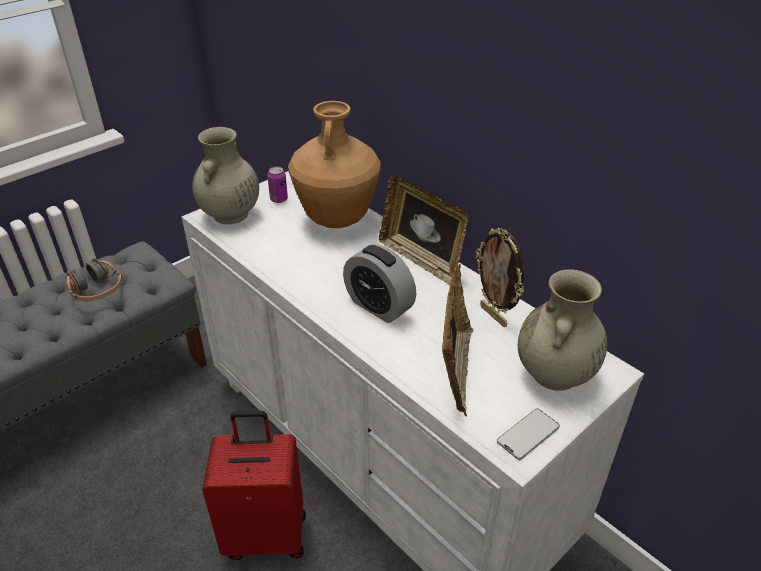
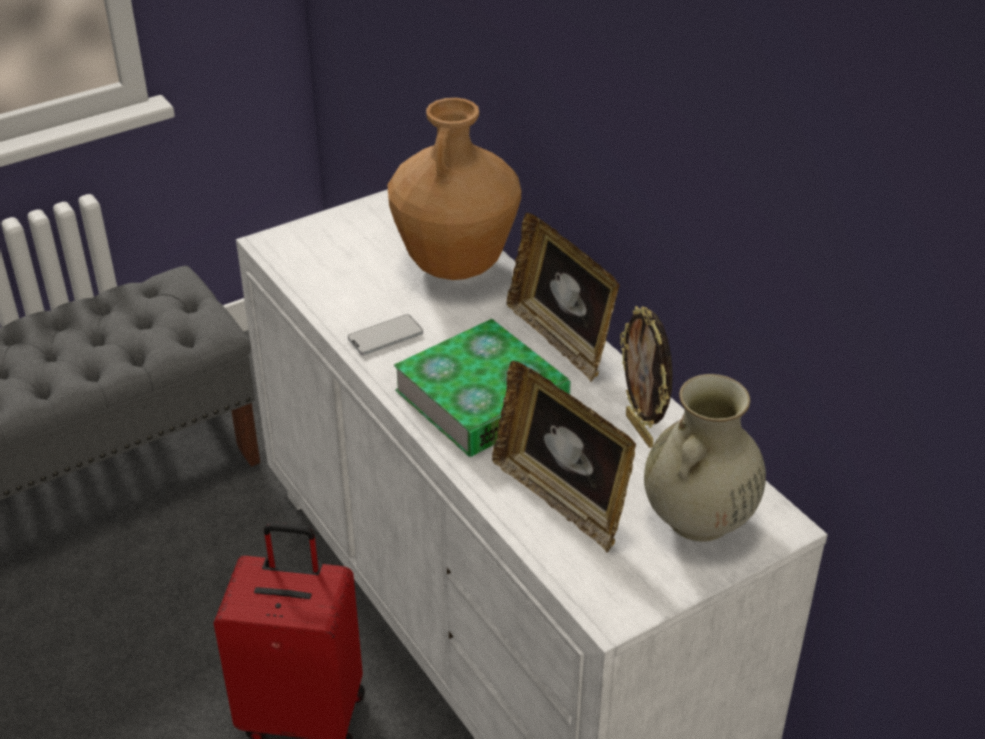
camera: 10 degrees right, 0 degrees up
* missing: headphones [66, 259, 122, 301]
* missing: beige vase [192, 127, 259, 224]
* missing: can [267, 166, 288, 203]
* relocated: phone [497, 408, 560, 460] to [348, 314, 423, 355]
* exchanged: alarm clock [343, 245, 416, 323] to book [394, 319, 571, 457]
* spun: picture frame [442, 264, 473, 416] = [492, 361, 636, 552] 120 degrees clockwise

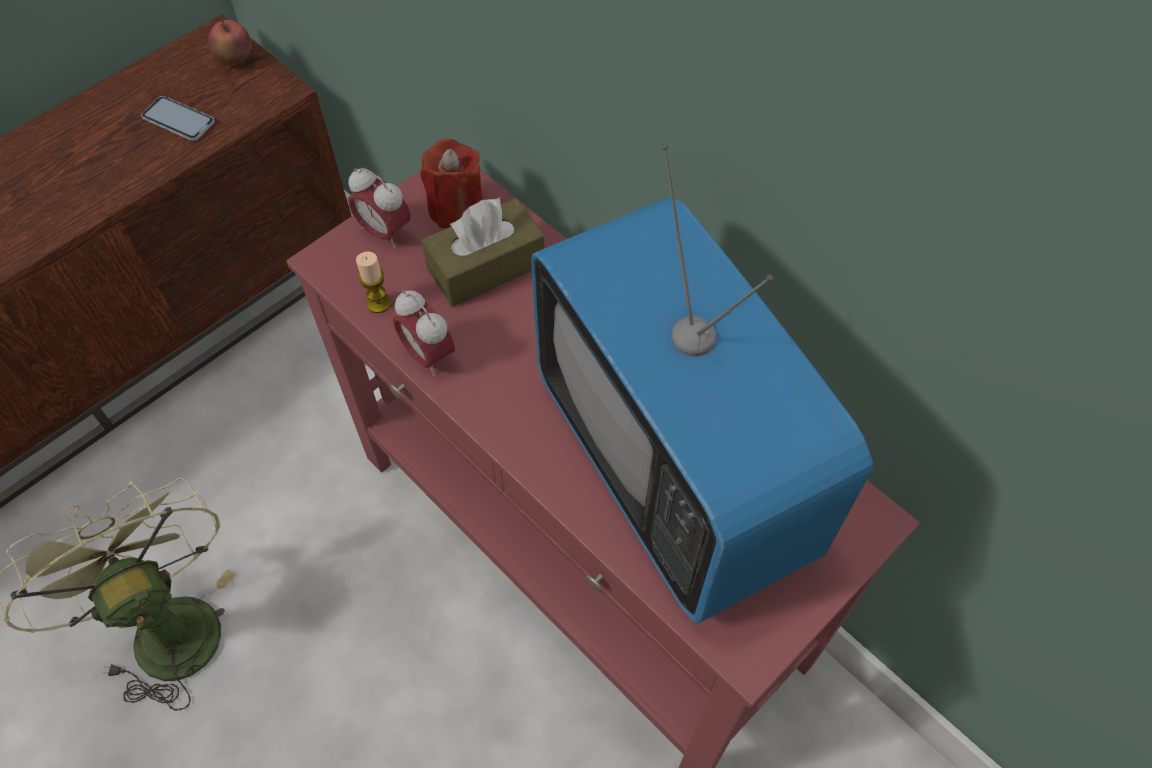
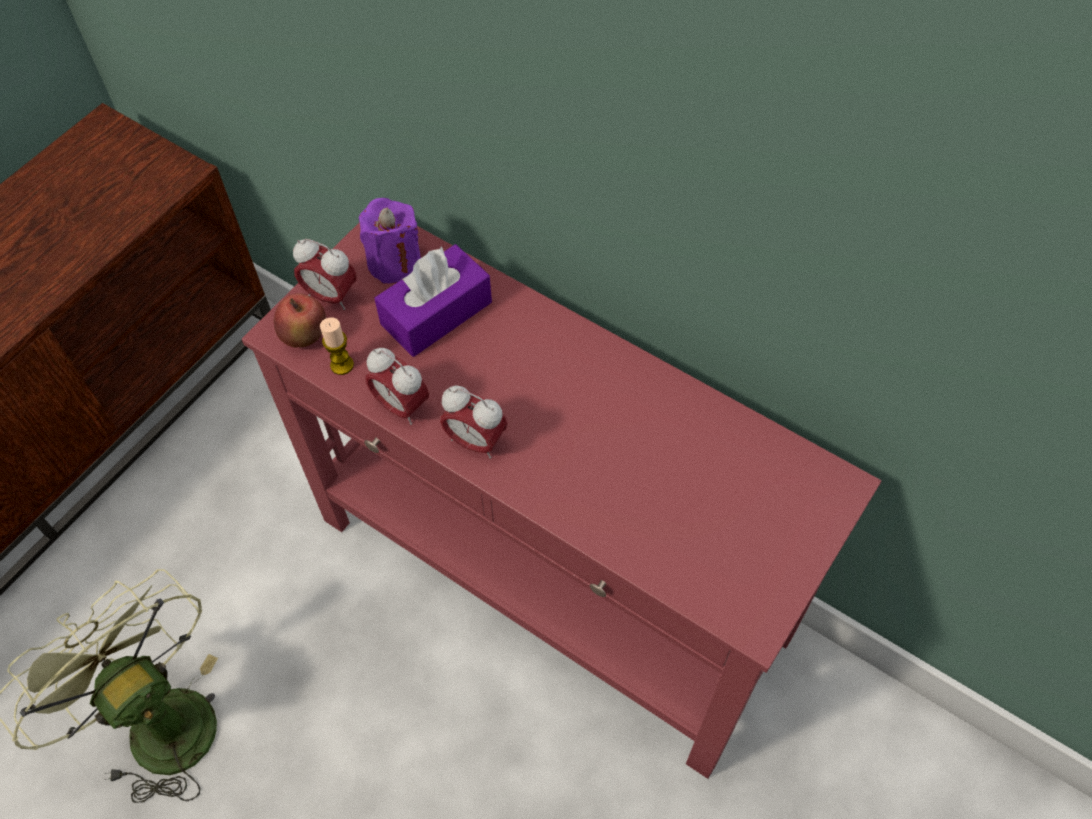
camera: 10 degrees left, 0 degrees up
* missing: phone [141, 96, 215, 141]
* missing: television [531, 145, 873, 623]
* appeared: alarm clock [440, 386, 507, 459]
* relocated: apple [208, 20, 251, 66] to [274, 293, 326, 347]
* colour: red candle [420, 139, 483, 229] to purple candle [359, 198, 421, 284]
* colour: brown tissue box [421, 197, 545, 307] to purple tissue box [374, 244, 492, 357]

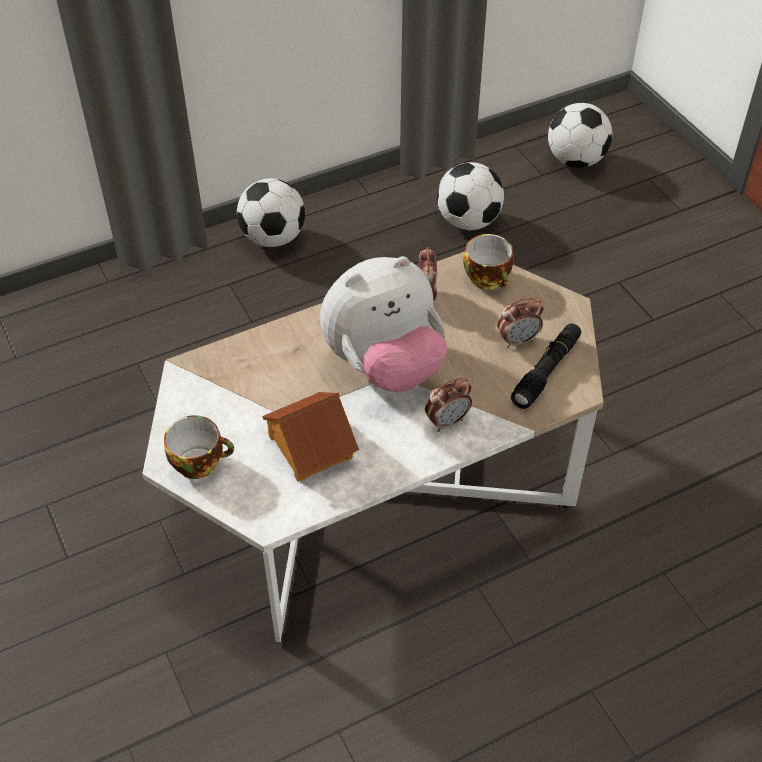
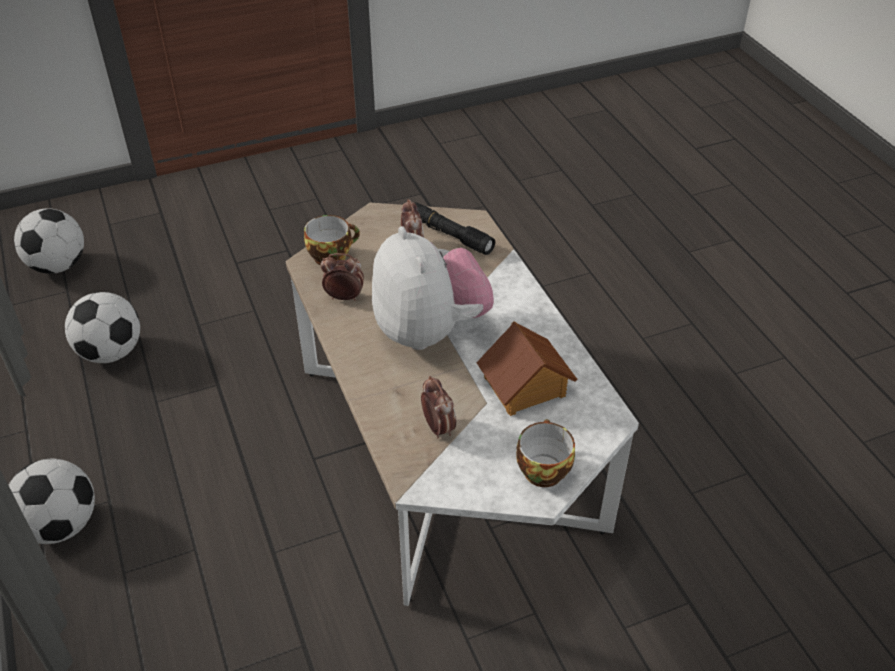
camera: 85 degrees left, 5 degrees down
* relocated: alarm clock [425, 377, 472, 432] to [421, 376, 456, 438]

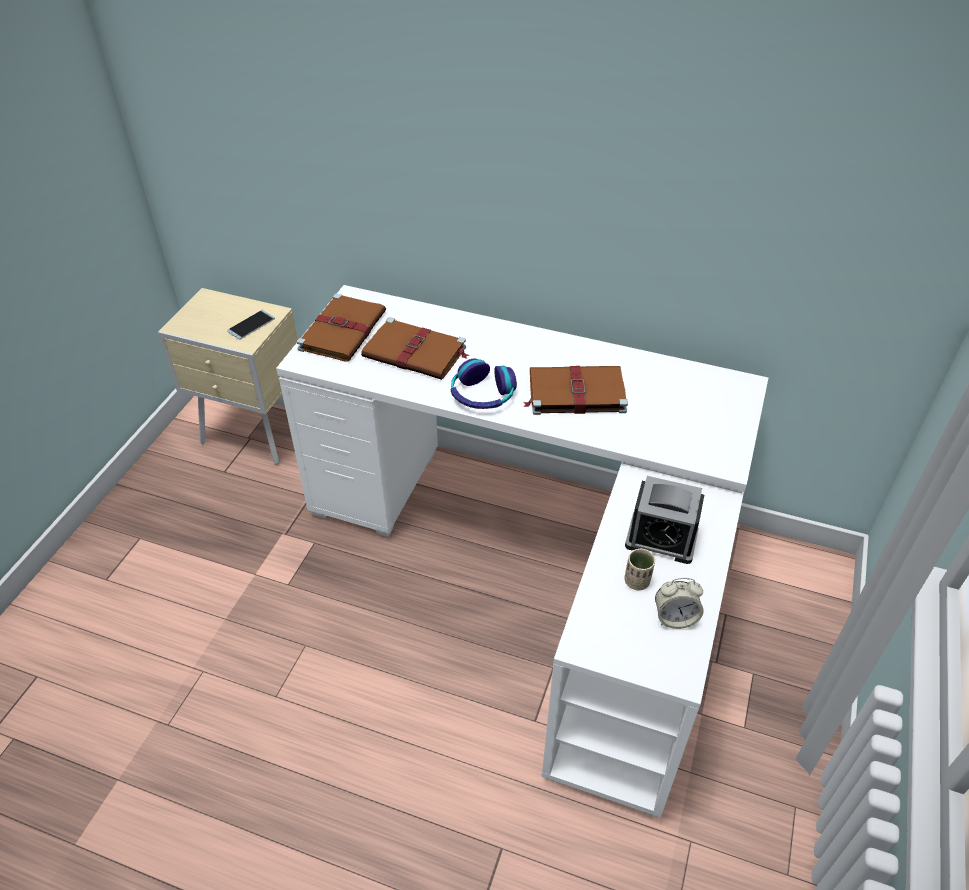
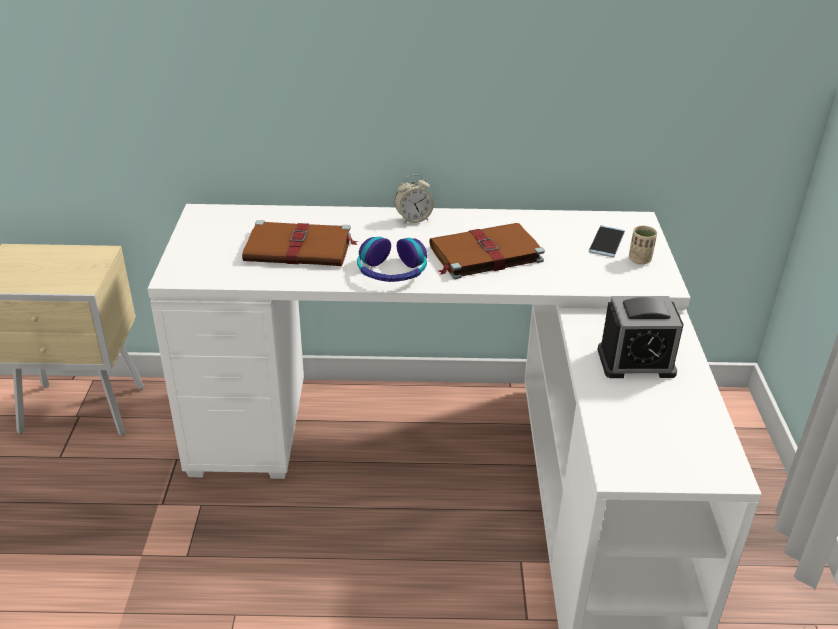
camera: 20 degrees left, 10 degrees down
* missing: brown book [296, 294, 386, 362]
* relocated: phone [227, 310, 275, 339] to [589, 225, 625, 257]
* relocated: beige cup [624, 549, 655, 590] to [629, 225, 657, 265]
* relocated: alarm clock [655, 578, 704, 629] to [395, 174, 434, 224]

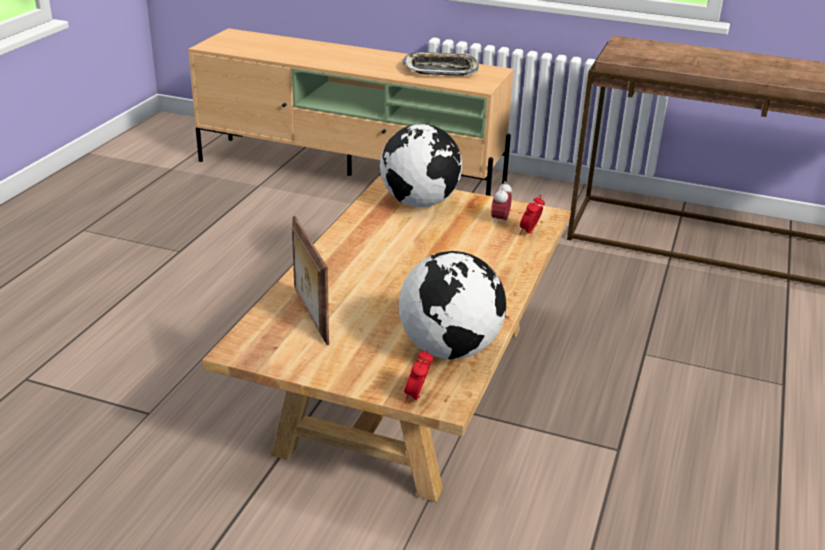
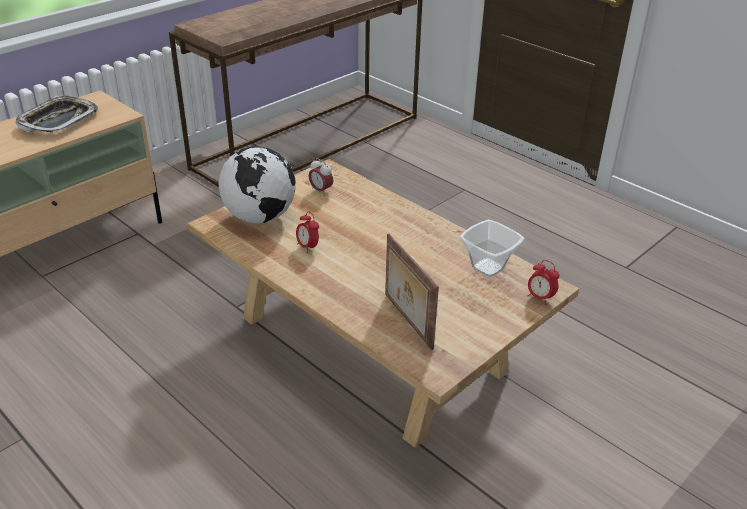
camera: 65 degrees left, 5 degrees up
* relocated: alarm clock [520, 194, 545, 235] to [296, 211, 319, 253]
* exchanged: globe [399, 251, 506, 359] to bowl [459, 219, 525, 277]
* spun: picture frame [292, 216, 329, 345] = [385, 234, 439, 350] 60 degrees clockwise

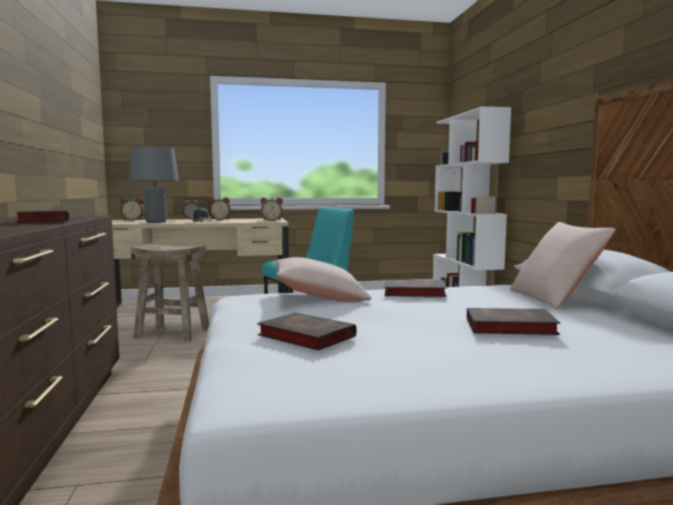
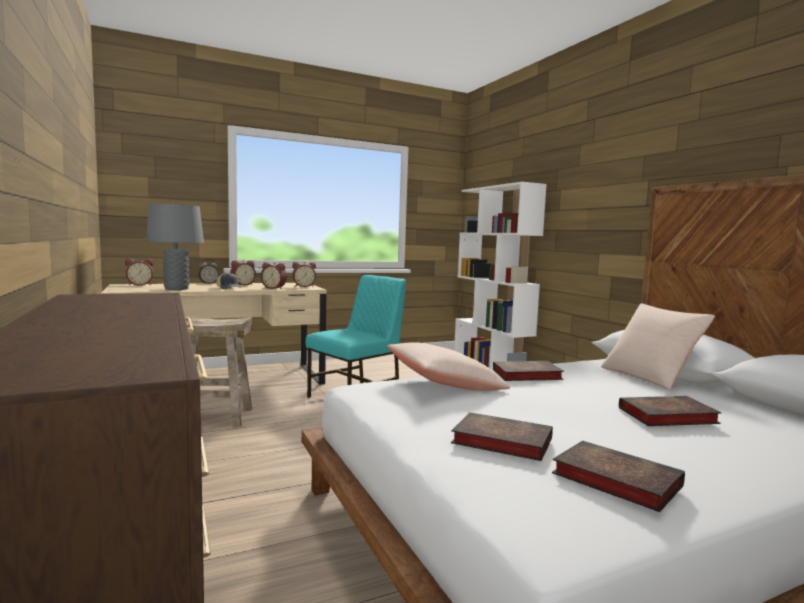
camera: 15 degrees left, 0 degrees up
* appeared: alarm clock [261, 262, 287, 289]
* relocated: book [16, 210, 69, 223] to [552, 441, 685, 512]

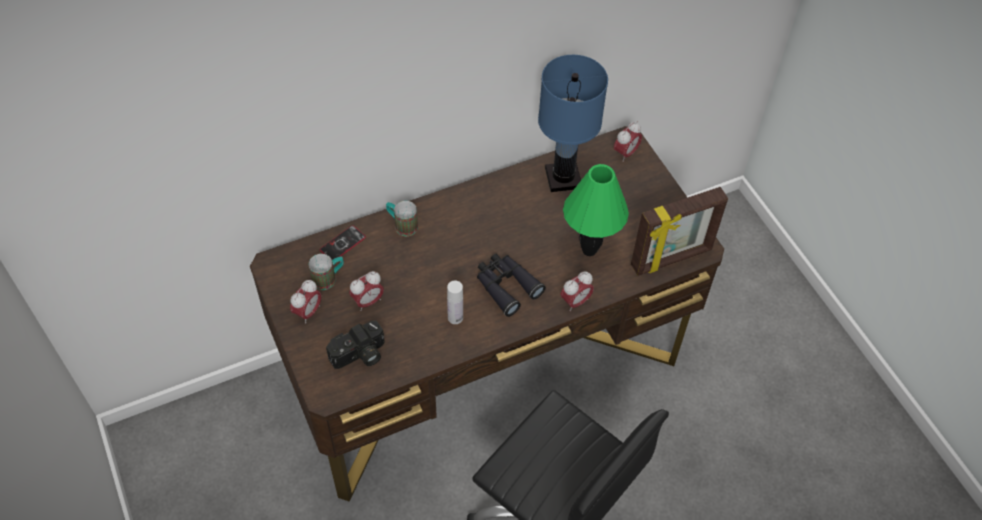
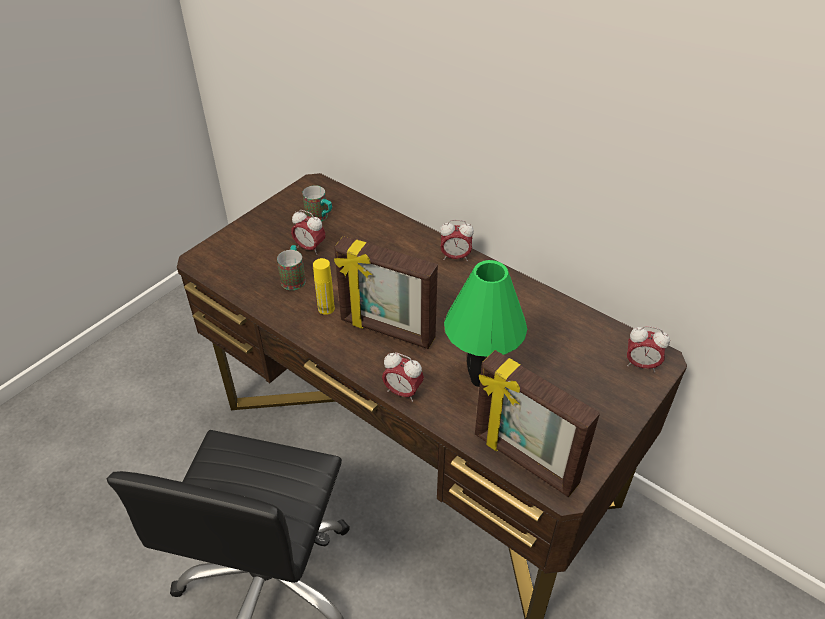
camera: 65 degrees right, 10 degrees down
* missing: phone [320, 225, 366, 260]
* missing: photo camera [326, 320, 385, 369]
* missing: blue table lamp [538, 55, 608, 192]
* relocated: alarm clock [290, 280, 321, 323] to [440, 220, 474, 261]
* relocated: mug [386, 201, 418, 236] to [277, 245, 305, 290]
* exchanged: black binoculars [477, 254, 546, 317] to picture frame [334, 236, 438, 349]
* colour: white bottle [447, 281, 463, 324] to yellow bottle [313, 258, 335, 315]

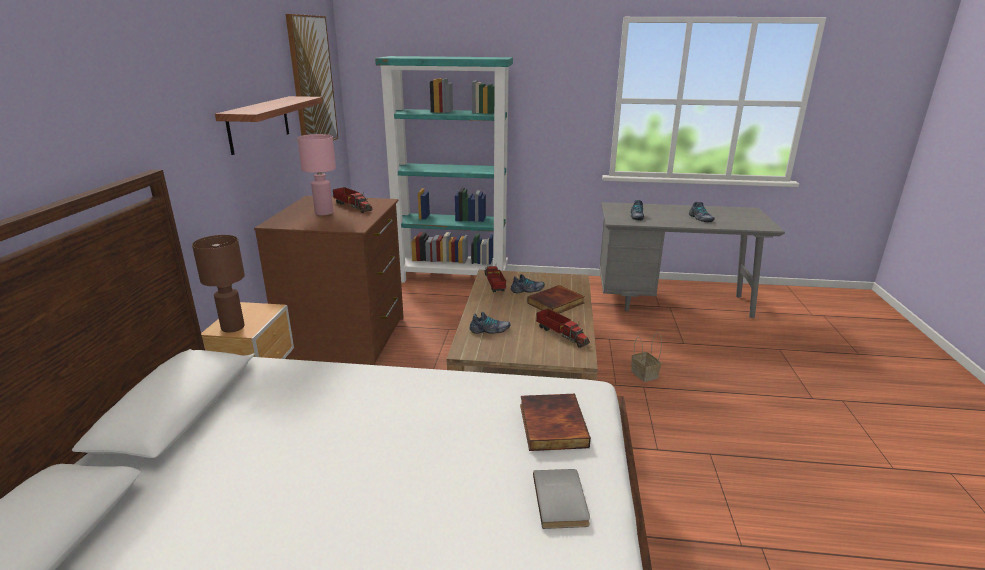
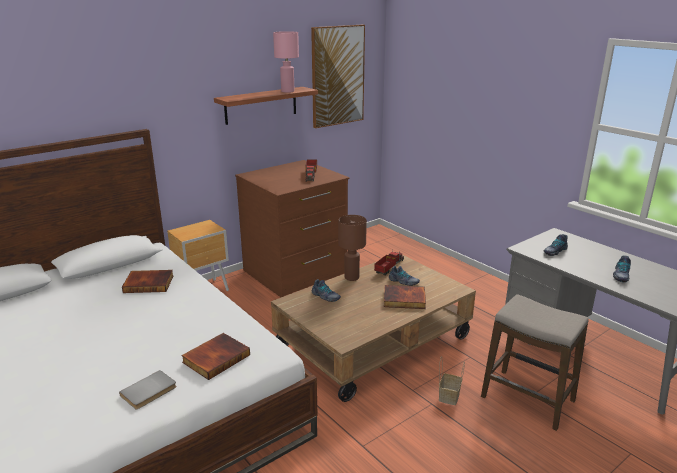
camera: 45 degrees right, 0 degrees up
* missing: turquoise bookcase [375, 56, 513, 283]
* missing: toy truck [536, 308, 590, 348]
* appeared: book [122, 270, 174, 293]
* appeared: stool [481, 294, 589, 431]
* relocated: brown table lamp [192, 235, 245, 333] to [338, 215, 367, 281]
* relocated: pink table lamp [297, 134, 336, 215] to [273, 31, 299, 93]

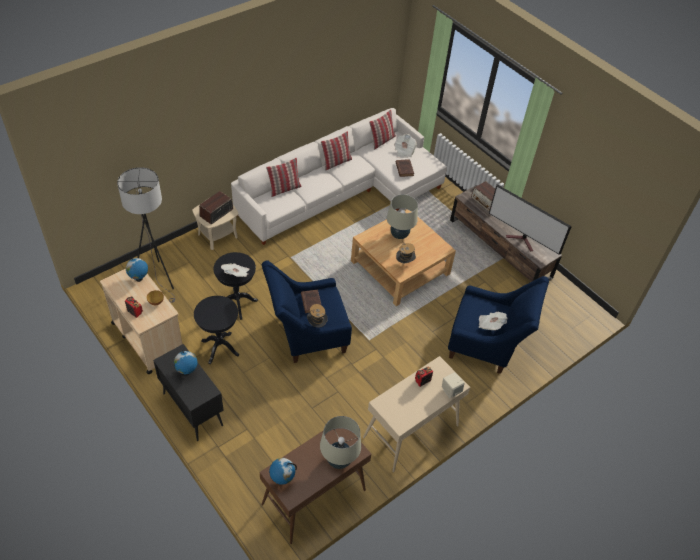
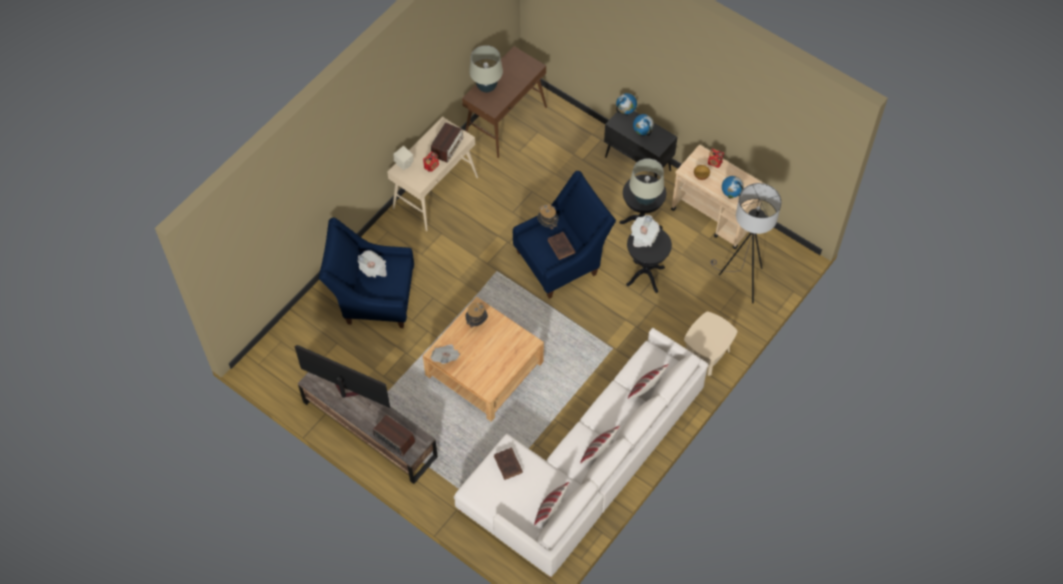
camera: 170 degrees right, 10 degrees up
* relocated: radio [199, 191, 233, 224] to [431, 123, 463, 163]
* relocated: globe [269, 458, 297, 485] to [616, 93, 637, 116]
* relocated: beige table lamp [387, 194, 418, 239] to [629, 158, 664, 205]
* relocated: newspaper [394, 134, 417, 158] to [431, 344, 460, 364]

